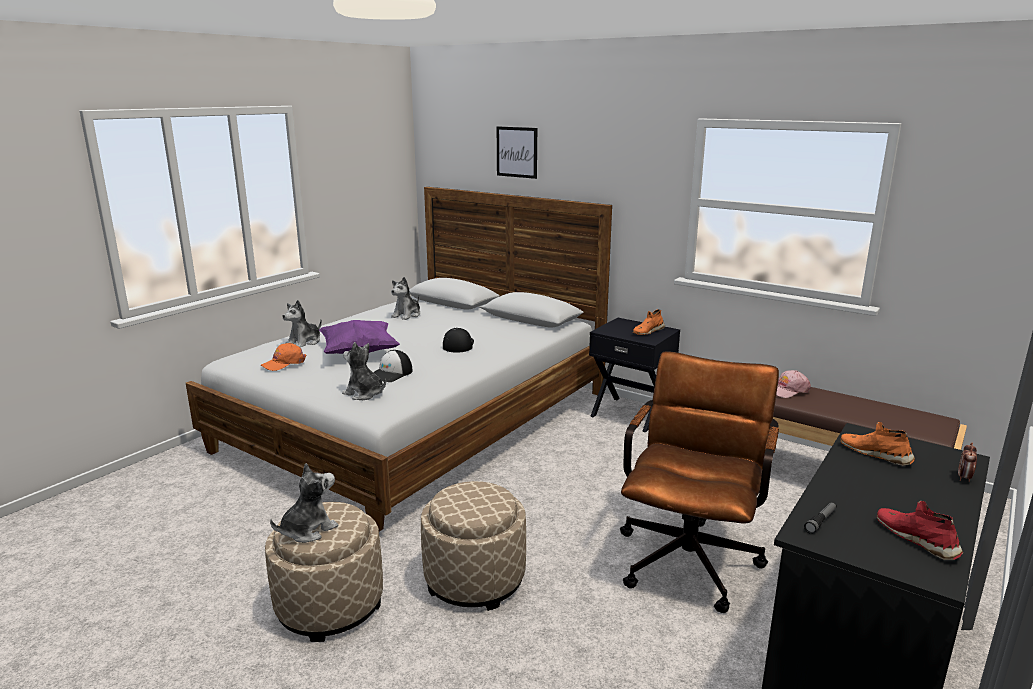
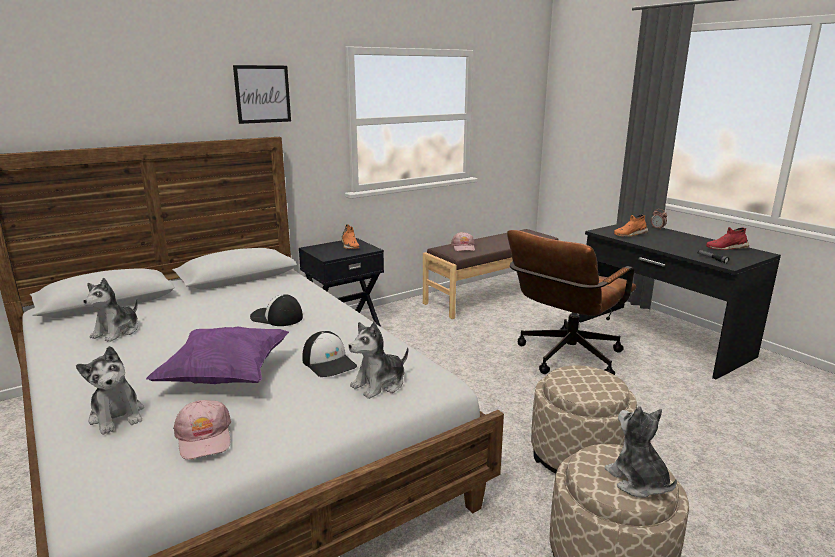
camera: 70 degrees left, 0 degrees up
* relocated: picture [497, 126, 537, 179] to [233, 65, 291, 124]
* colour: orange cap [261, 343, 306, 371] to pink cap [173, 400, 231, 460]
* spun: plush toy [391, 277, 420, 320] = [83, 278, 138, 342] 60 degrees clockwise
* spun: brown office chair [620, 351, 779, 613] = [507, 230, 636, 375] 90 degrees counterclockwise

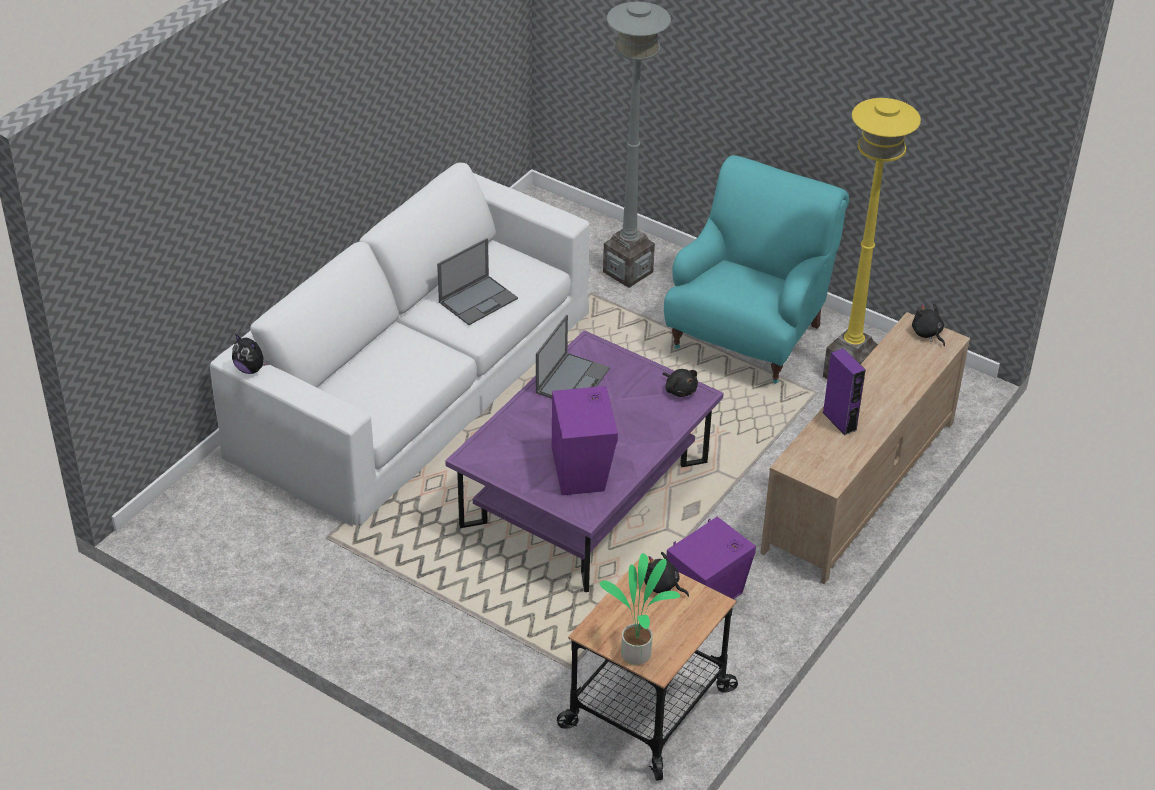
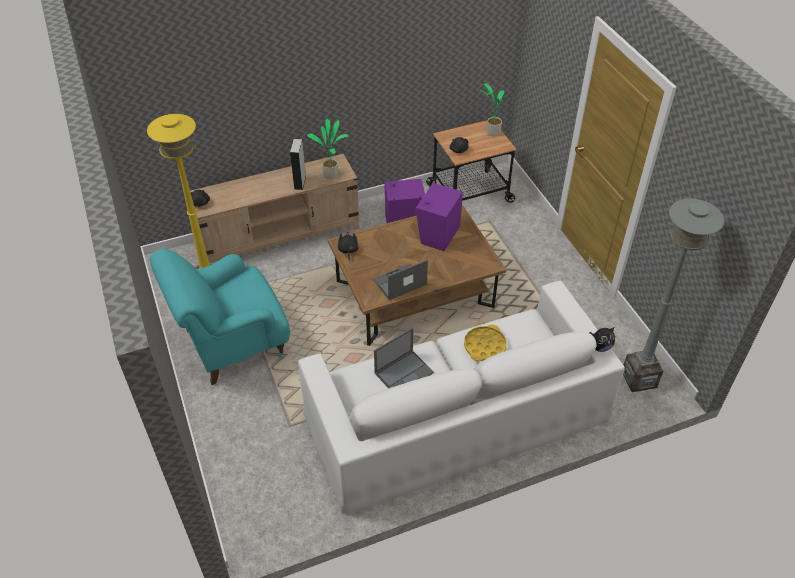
camera: 145 degrees left, 5 degrees up
* appeared: potted plant [307, 119, 349, 179]
* appeared: yellow tray [464, 325, 507, 361]
* relocated: grey floor lamp [603, 2, 671, 288] to [623, 198, 724, 392]
* colour: purple coffee table [445, 330, 724, 592] to brown coffee table [328, 205, 507, 346]
* colour: purple speaker [822, 348, 866, 435] to grey speaker [290, 139, 306, 190]
* spun: plush toy [232, 334, 270, 374] = [590, 327, 615, 352] 90 degrees clockwise
* spun: laptop [437, 238, 518, 325] = [374, 328, 434, 388] 150 degrees clockwise

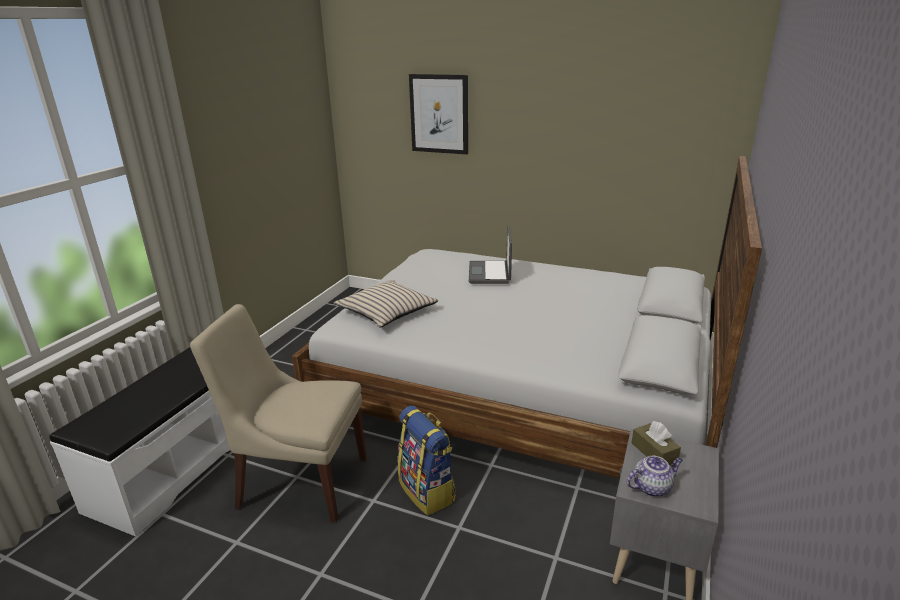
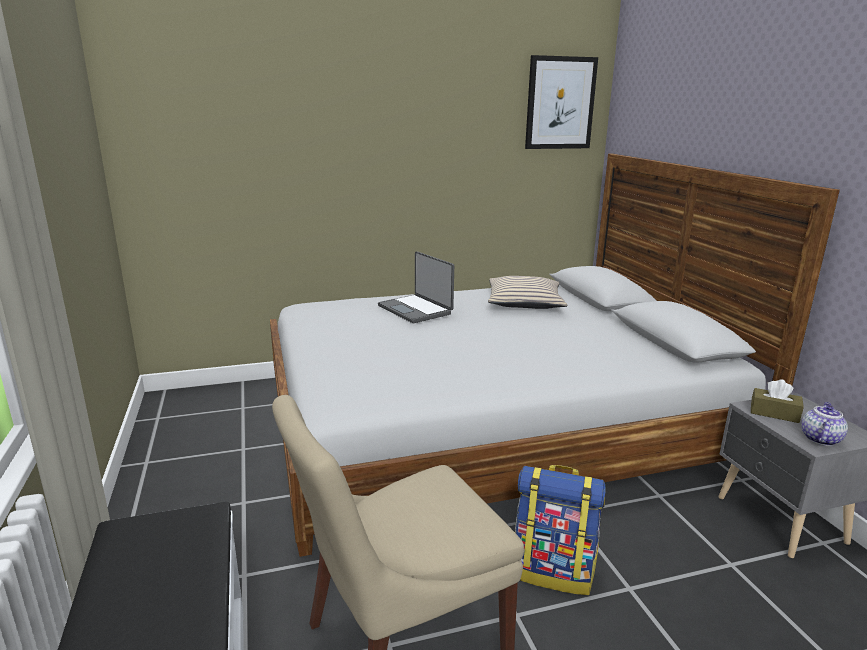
camera: 40 degrees left, 5 degrees down
* relocated: beige pillow [334, 280, 438, 328] to [488, 276, 567, 309]
* relocated: picture [409, 74, 468, 154] to [525, 55, 598, 149]

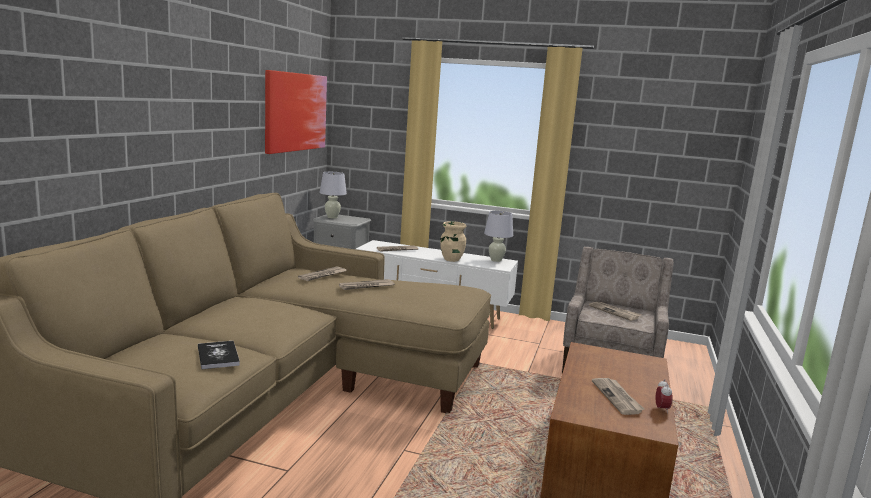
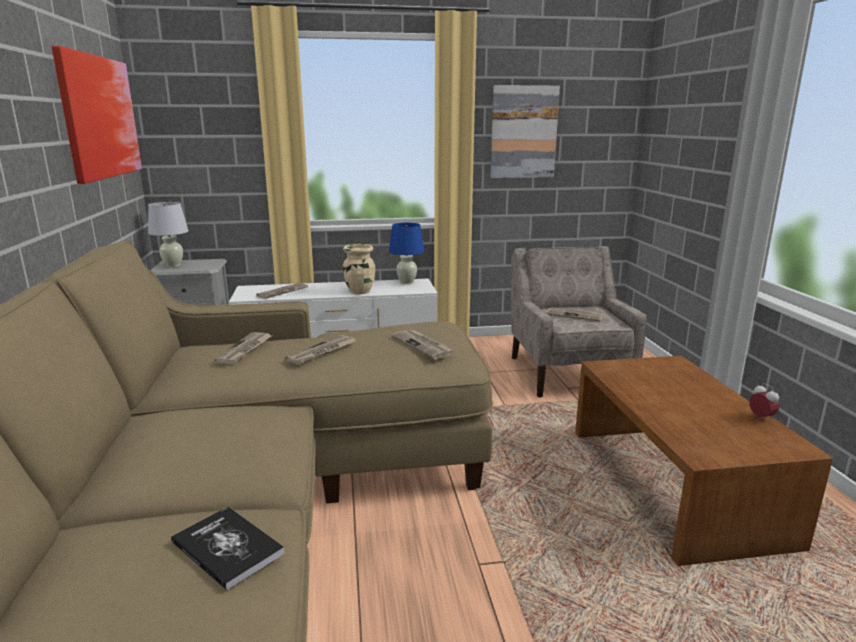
camera: 25 degrees left, 5 degrees up
* appeared: picture [490, 85, 560, 178]
* relocated: newspaper [592, 378, 644, 415] to [391, 330, 455, 359]
* colour: white table lamp [484, 211, 513, 262] to blue table lamp [389, 223, 424, 284]

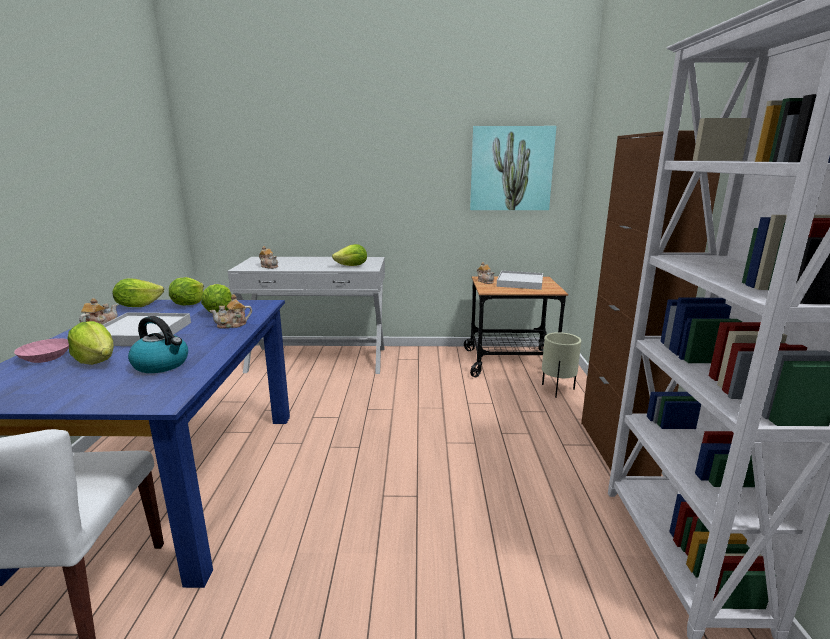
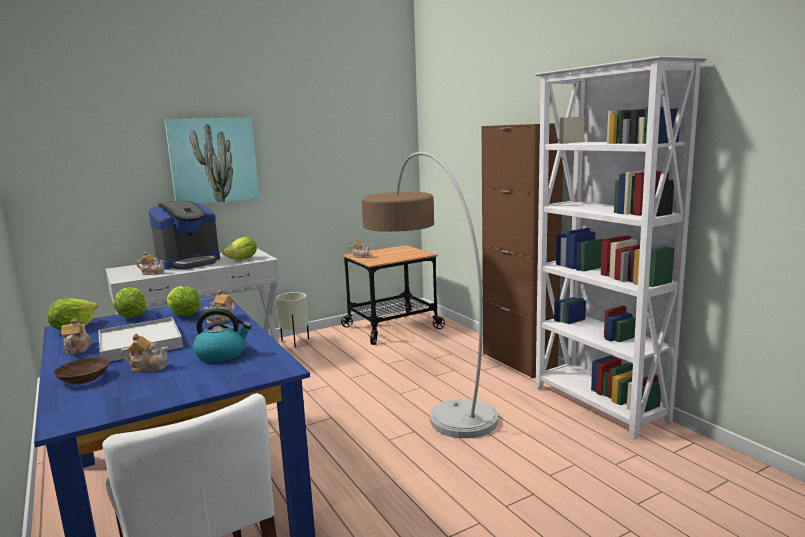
camera: 30 degrees left, 5 degrees down
* missing: white tray [497, 271, 543, 290]
* appeared: coffee machine [148, 201, 220, 270]
* appeared: floor lamp [362, 152, 498, 438]
* relocated: picture [470, 126, 556, 210] to [165, 117, 260, 204]
* relocated: beige planter [542, 332, 581, 398] to [276, 292, 309, 347]
* exchanged: lettuce [67, 321, 114, 365] to teapot [121, 333, 168, 372]
* colour: pink bowl [14, 338, 69, 363] to brown bowl [54, 357, 109, 384]

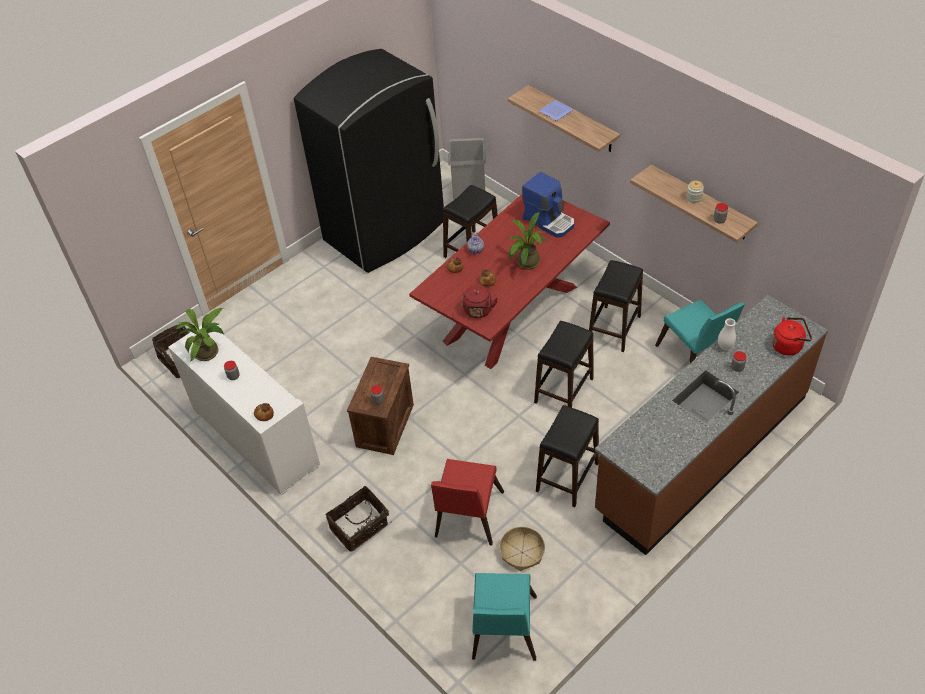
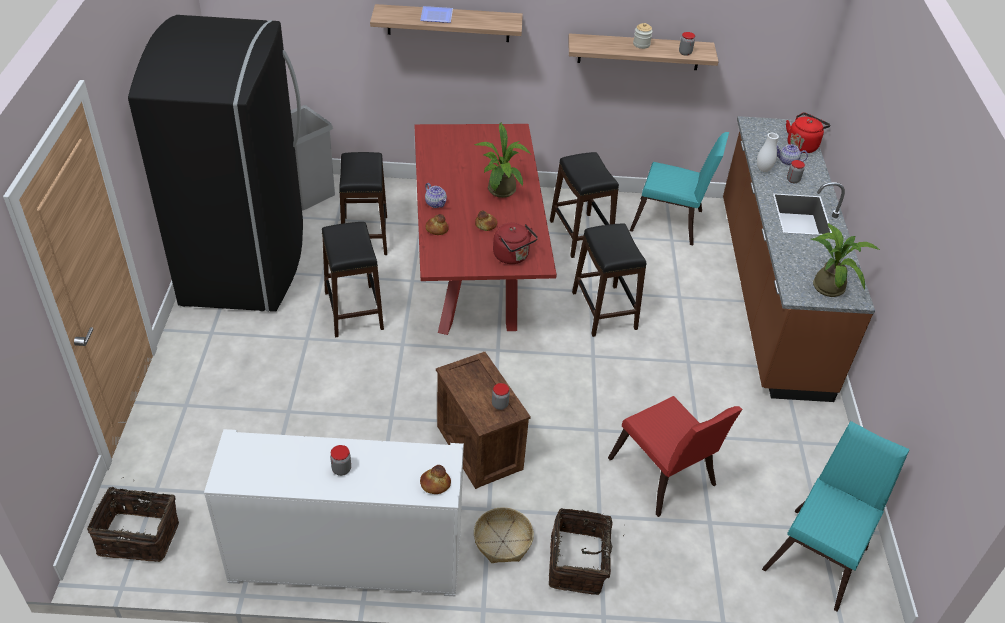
camera: 50 degrees left, 5 degrees down
* missing: coffee machine [522, 172, 574, 238]
* appeared: teapot [777, 144, 808, 166]
* relocated: potted plant [176, 308, 224, 361] to [811, 223, 881, 297]
* relocated: basket [499, 527, 545, 571] to [474, 507, 534, 563]
* relocated: black stool [536, 405, 599, 507] to [322, 222, 384, 337]
* spun: turquoise chair [472, 573, 537, 661] = [762, 421, 909, 612] 105 degrees counterclockwise

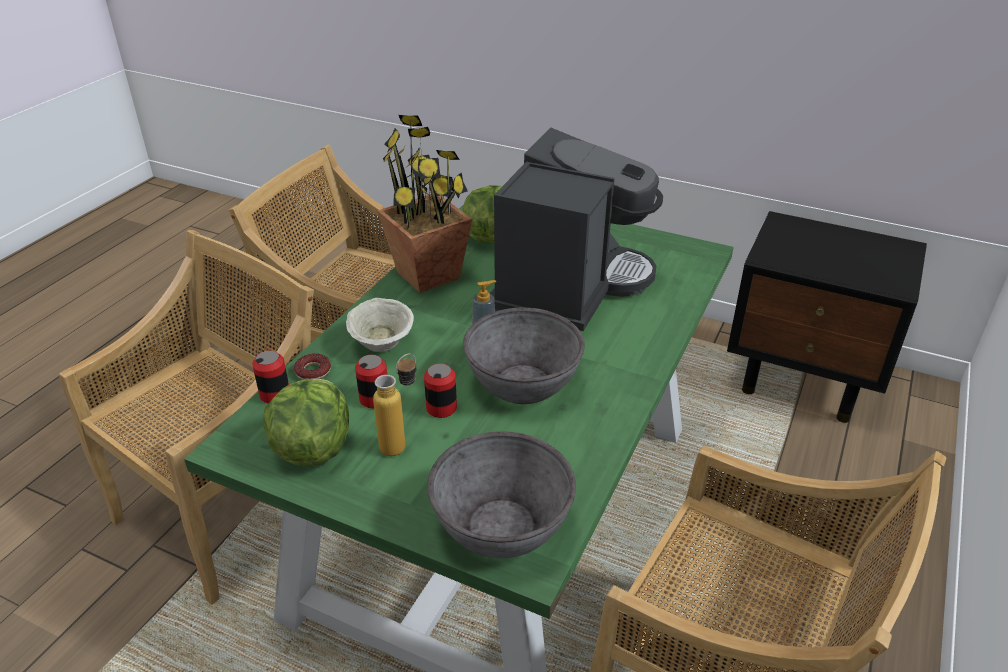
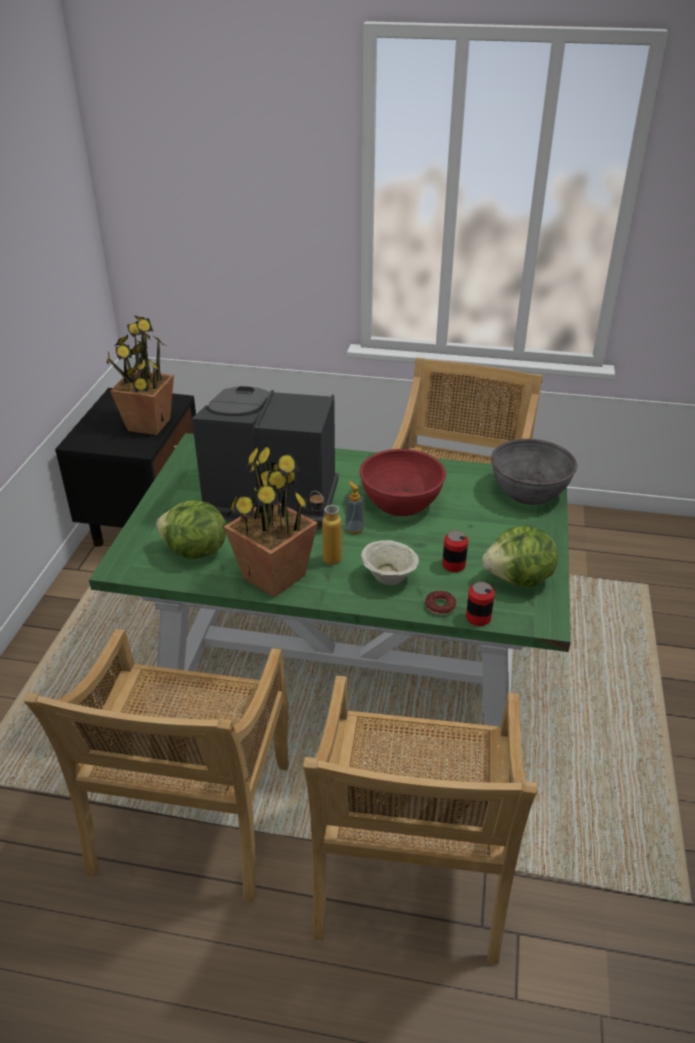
camera: 105 degrees left, 0 degrees up
* missing: can [424, 364, 457, 418]
* appeared: potted plant [106, 315, 174, 435]
* relocated: bottle [373, 353, 416, 456] to [310, 491, 342, 565]
* colour: grey bowl [463, 308, 585, 404] to red bowl [360, 449, 446, 516]
* spun: beige chair [59, 230, 314, 605] = [303, 676, 537, 964] 105 degrees counterclockwise

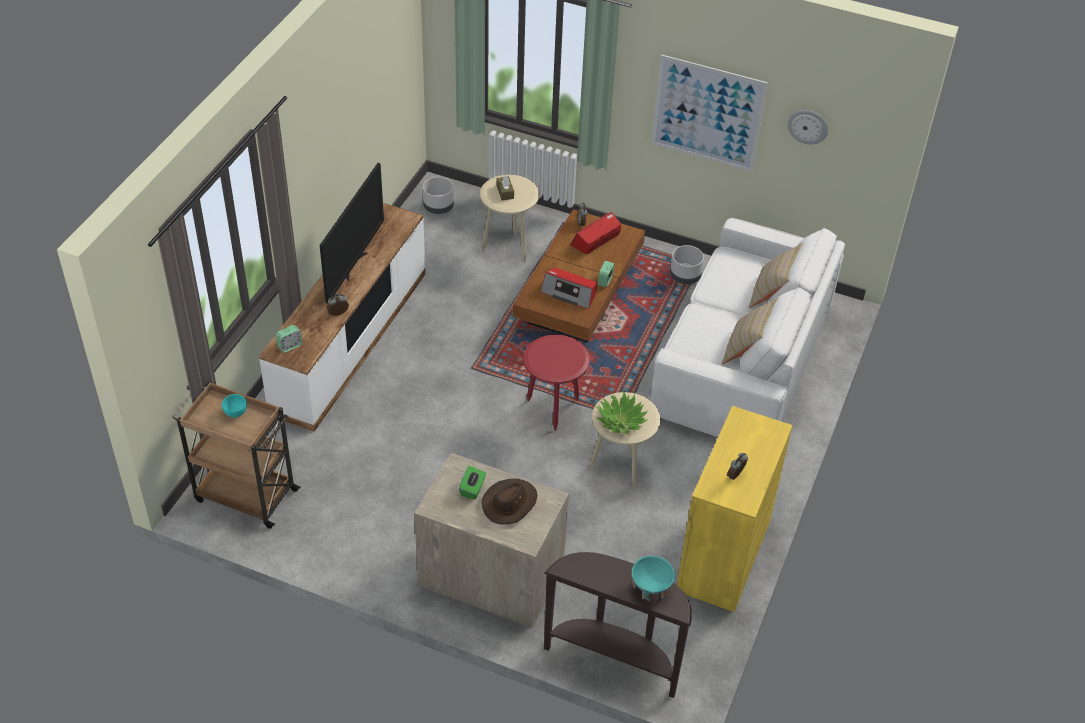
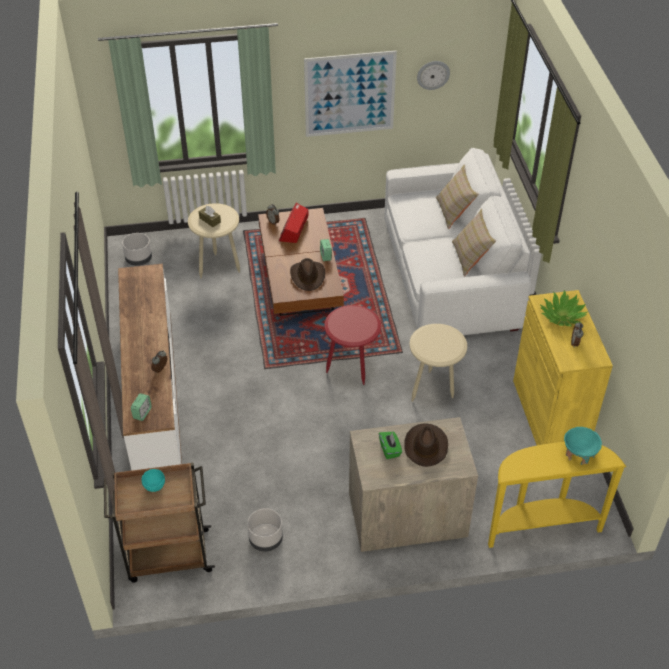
camera: 30 degrees left, 0 degrees up
* missing: television [320, 163, 384, 304]
* relocated: potted plant [596, 392, 648, 434] to [540, 290, 589, 326]
* relocated: grey planter [670, 245, 704, 284] to [247, 508, 283, 552]
* exchanged: radio [541, 267, 597, 309] to brown hat [290, 258, 325, 291]
* colour: brown console table [544, 552, 692, 698] to yellow console table [488, 442, 626, 548]

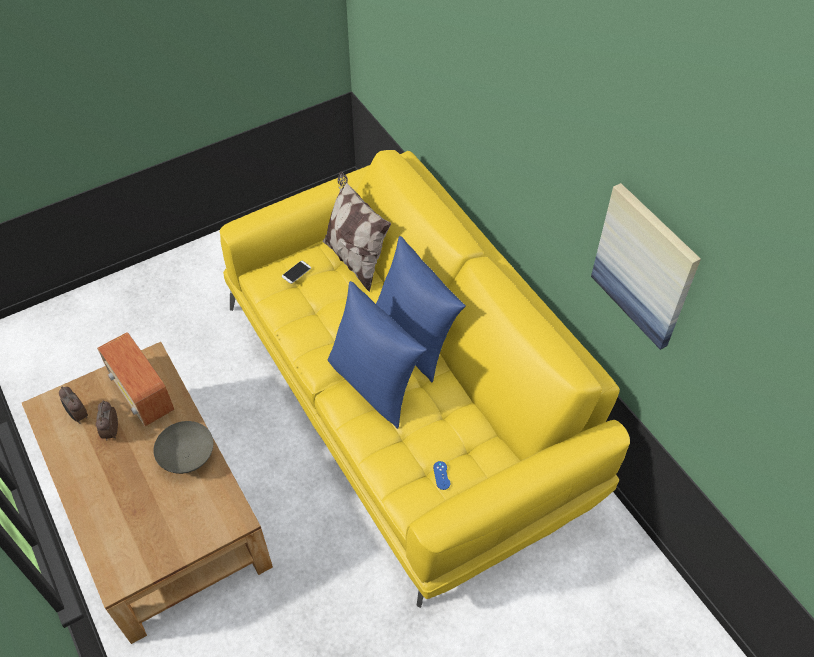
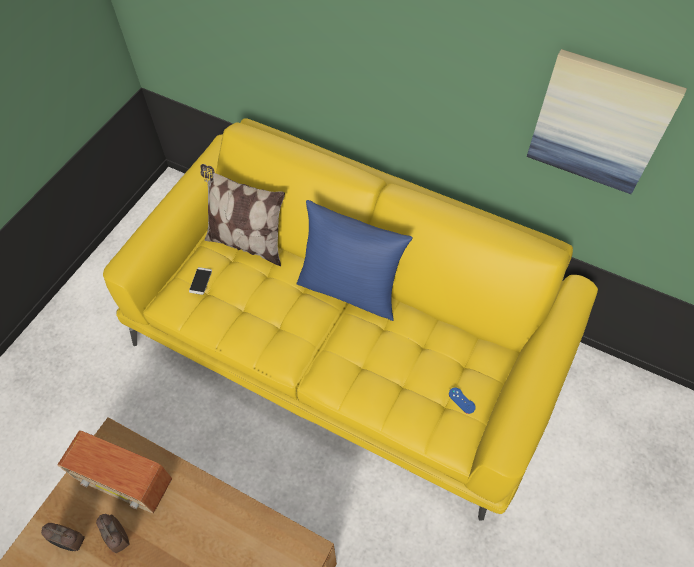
camera: 30 degrees left, 5 degrees up
* missing: grey bowl [154, 421, 213, 474]
* missing: blue pillow [328, 281, 427, 429]

